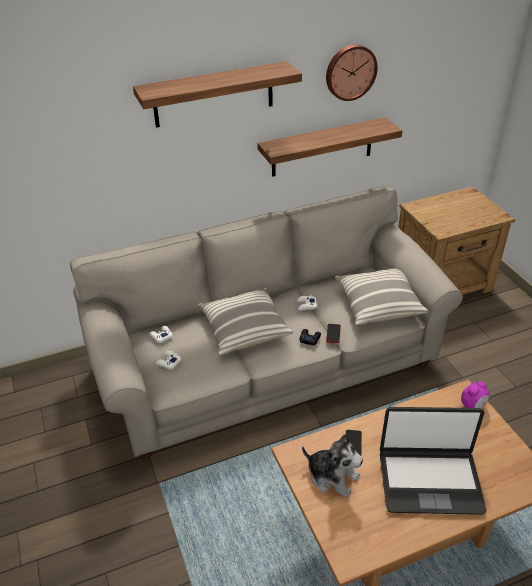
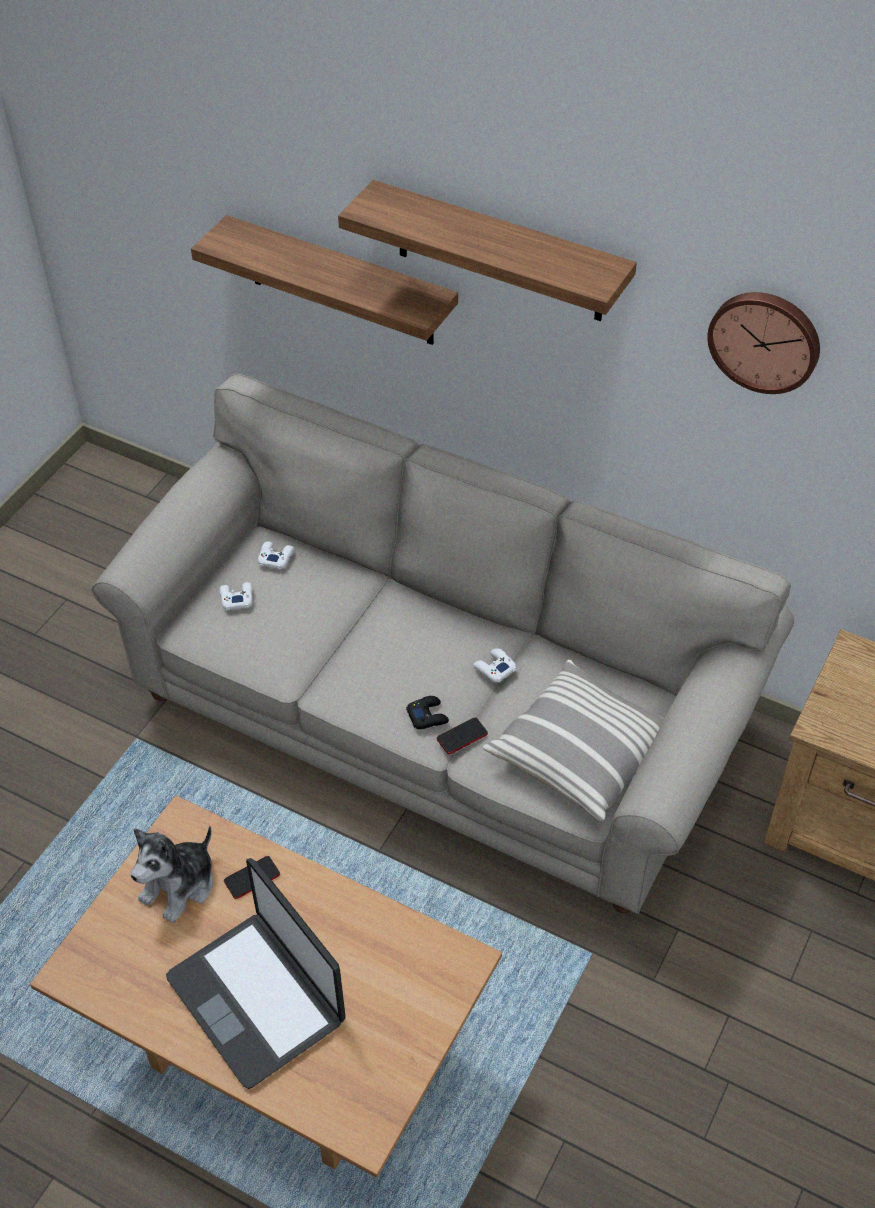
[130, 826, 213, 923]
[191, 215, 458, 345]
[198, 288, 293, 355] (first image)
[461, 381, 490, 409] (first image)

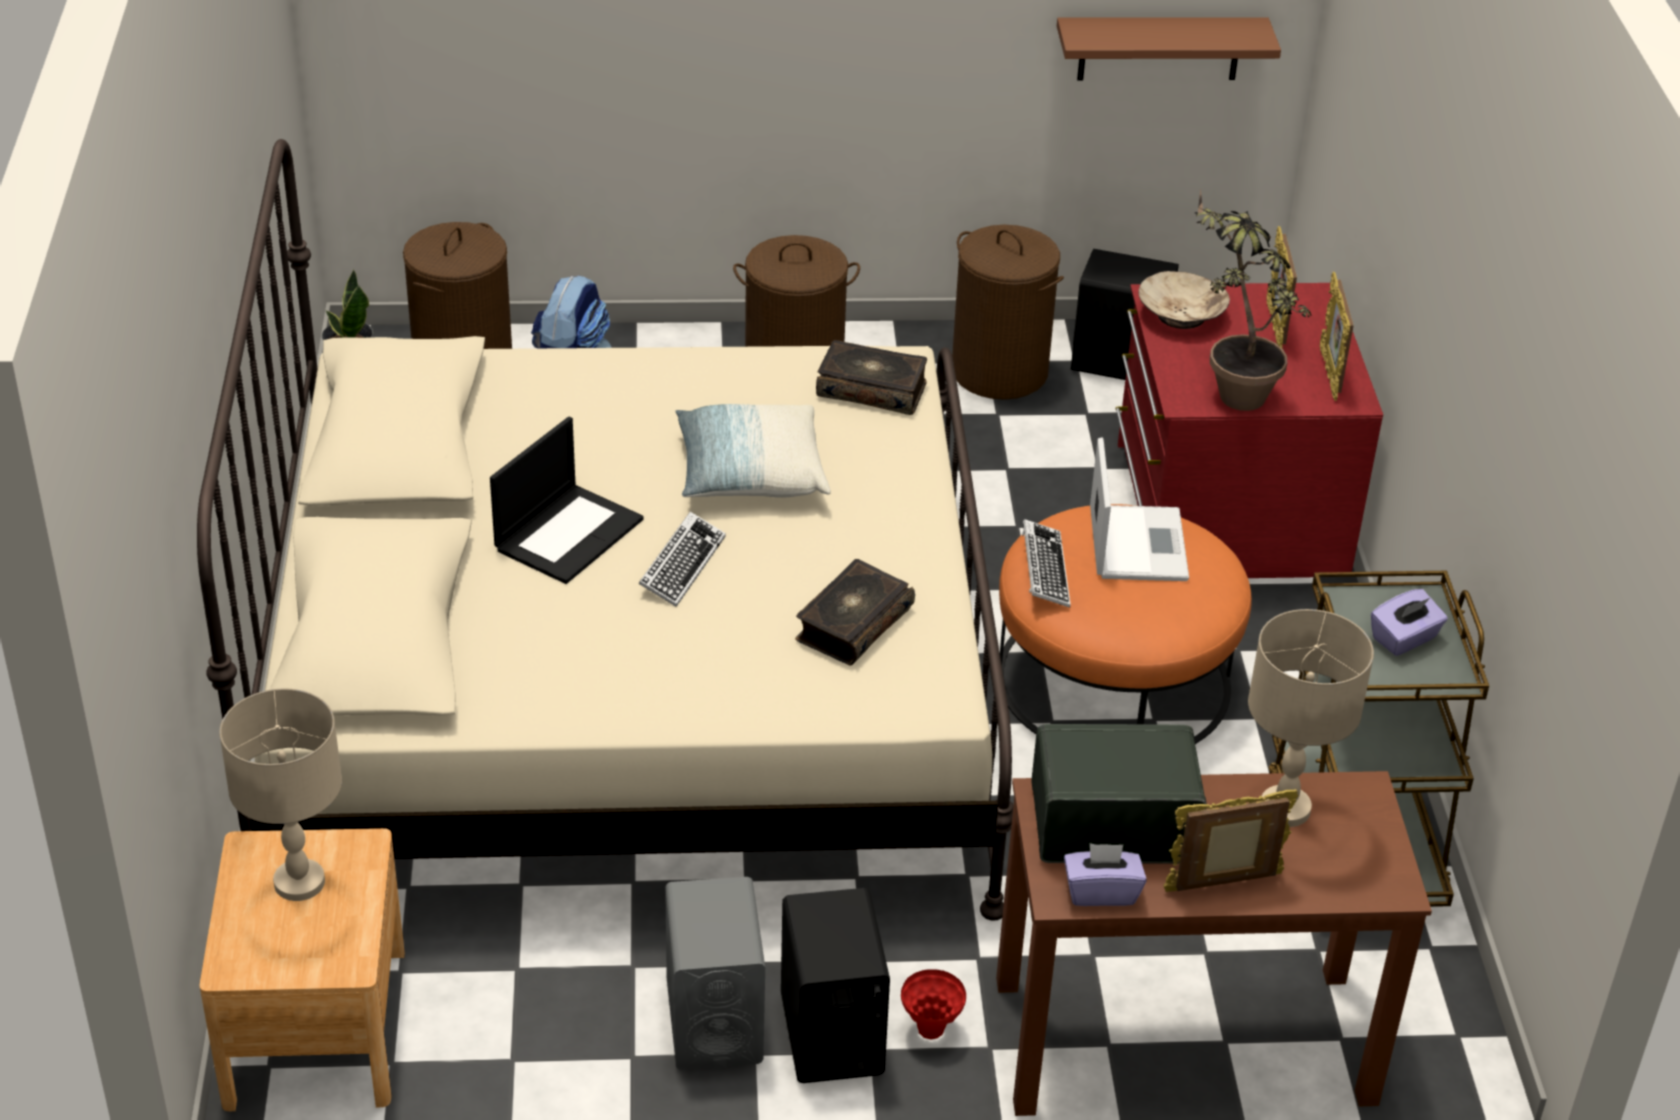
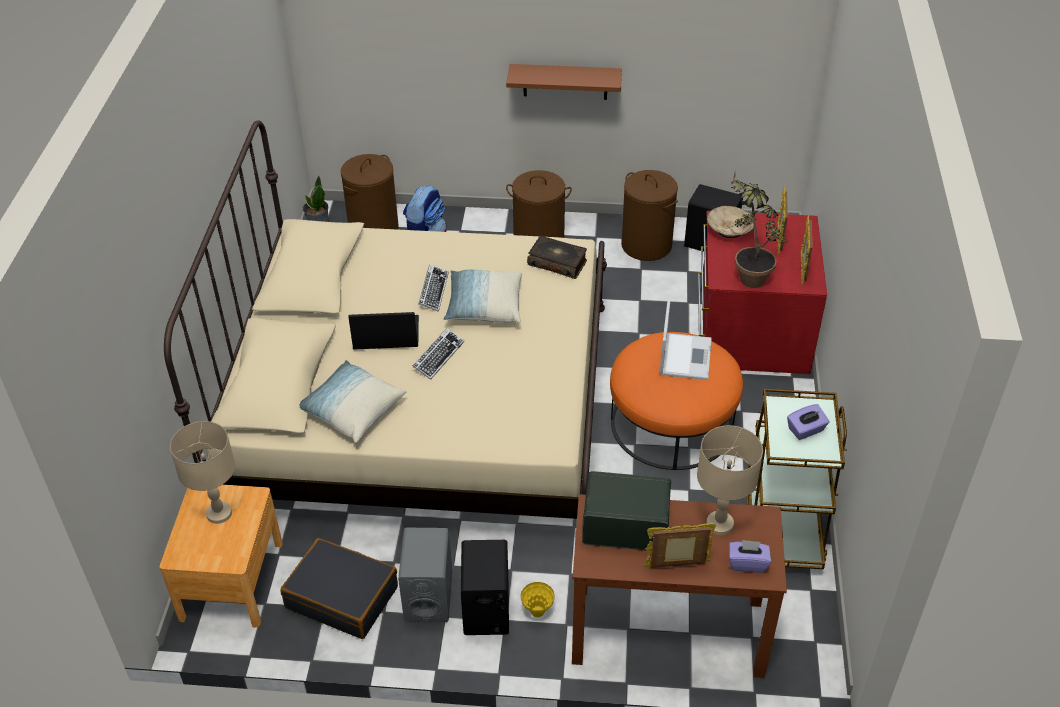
[280, 538, 398, 639]
[299, 360, 407, 443]
[348, 312, 419, 350]
[418, 264, 449, 312]
[506, 64, 622, 100]
[521, 582, 555, 617]
[729, 540, 771, 573]
[795, 559, 915, 666] (first image)

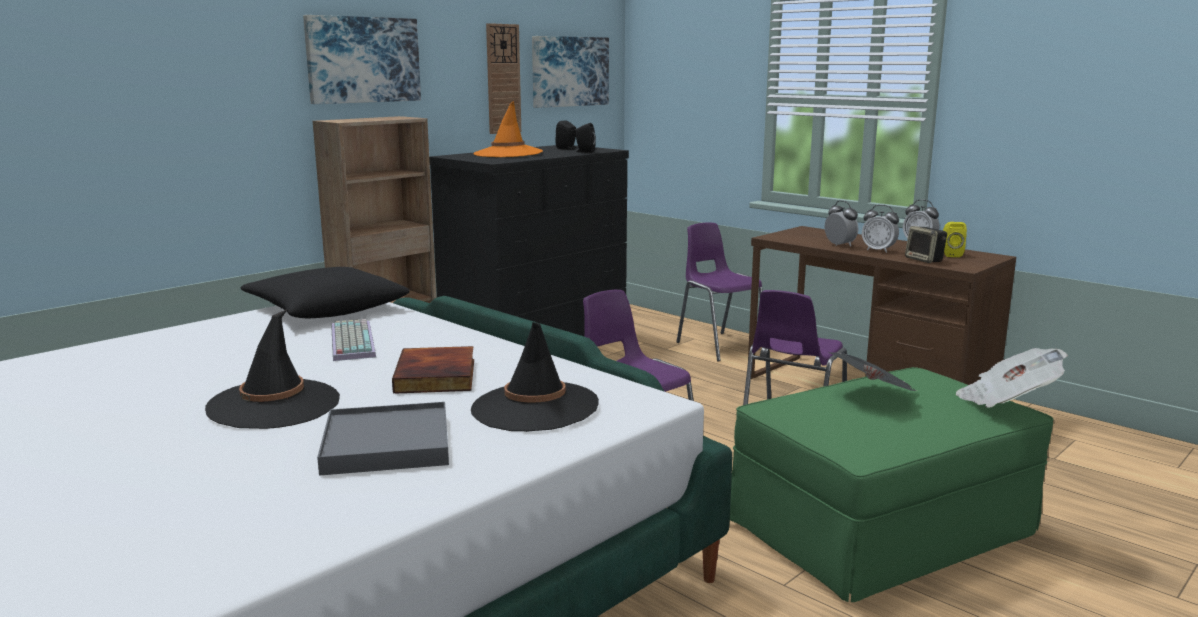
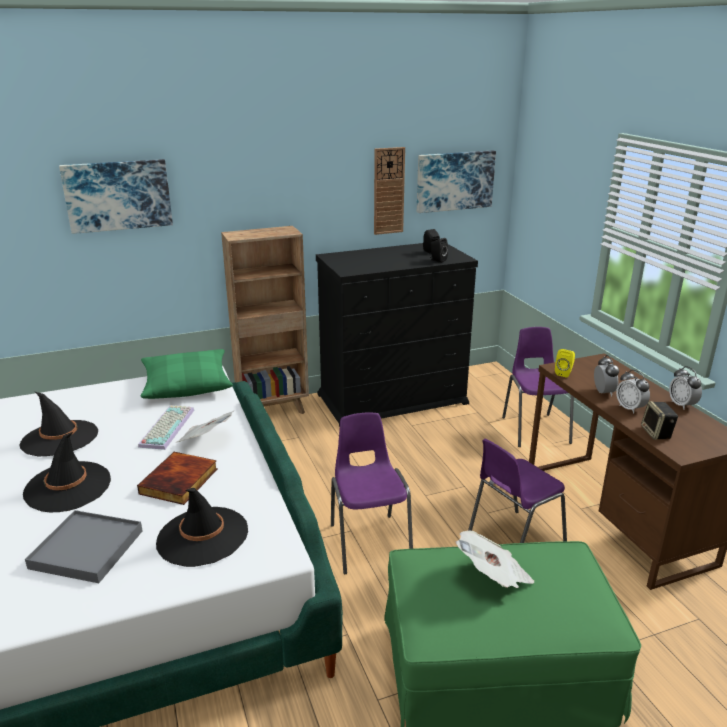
[19, 391, 98, 456]
[59, 159, 173, 234]
[141, 349, 233, 399]
[176, 411, 234, 443]
[555, 349, 575, 378]
[473, 101, 543, 157] (first image)

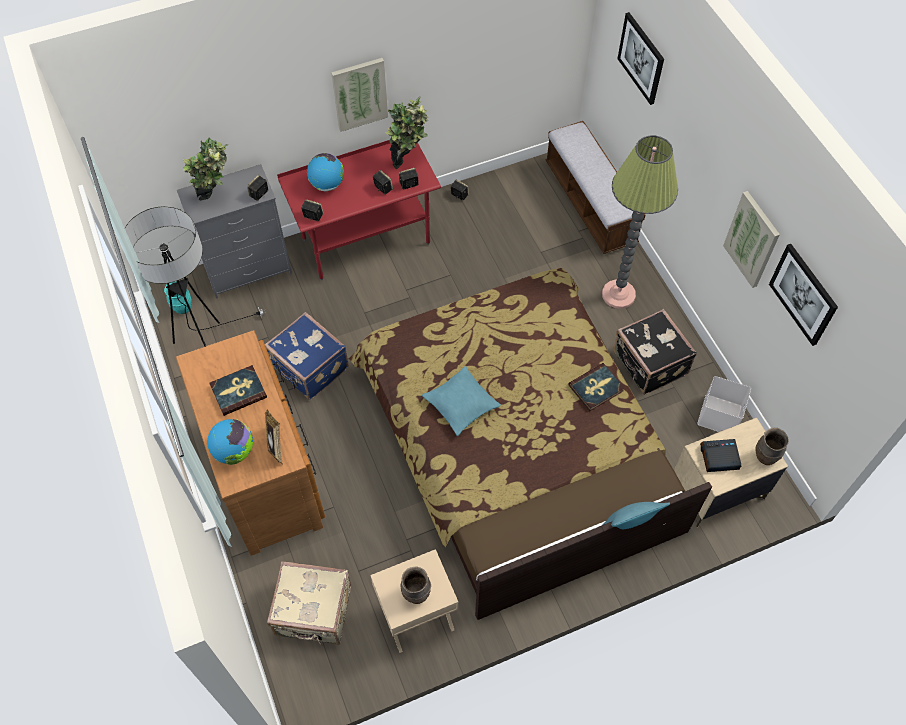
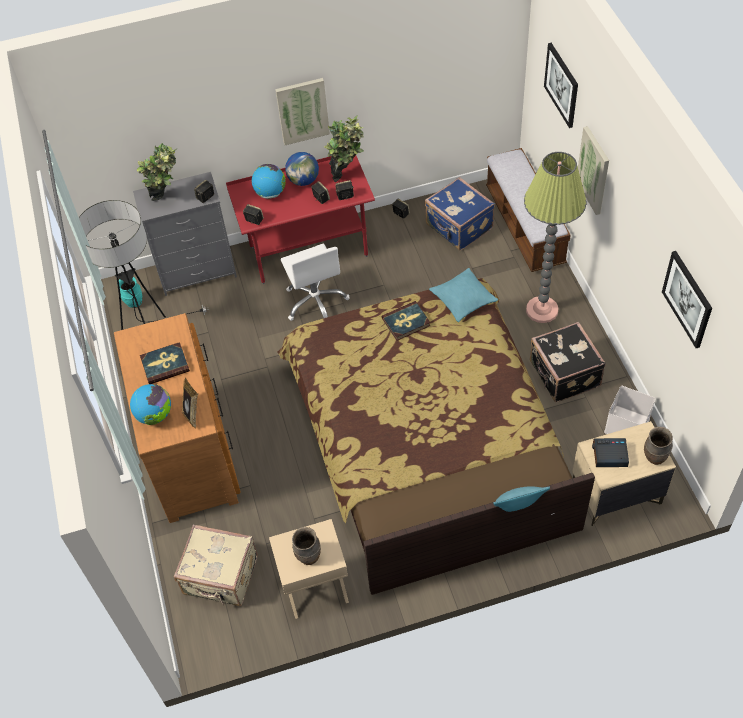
[280, 244, 349, 321]
[285, 152, 319, 186]
[382, 301, 431, 341]
[425, 177, 495, 251]
[429, 268, 498, 322]
[578, 126, 609, 215]

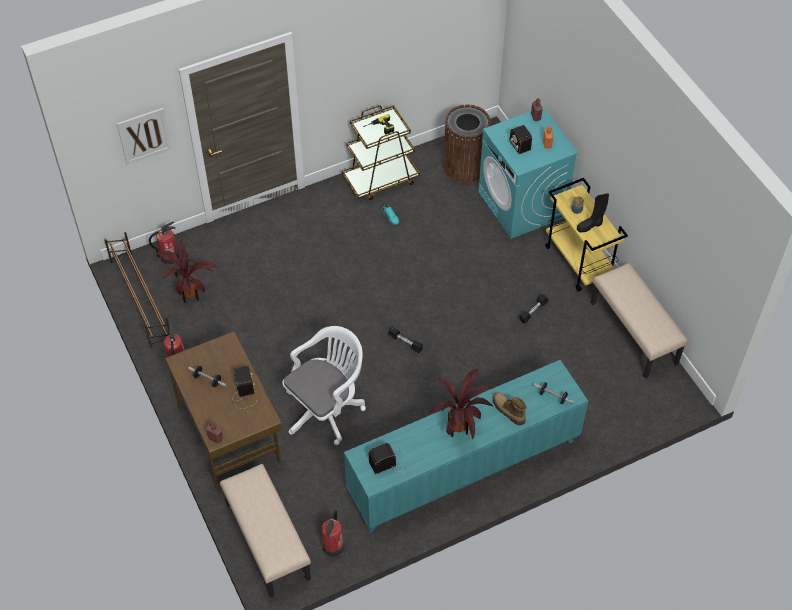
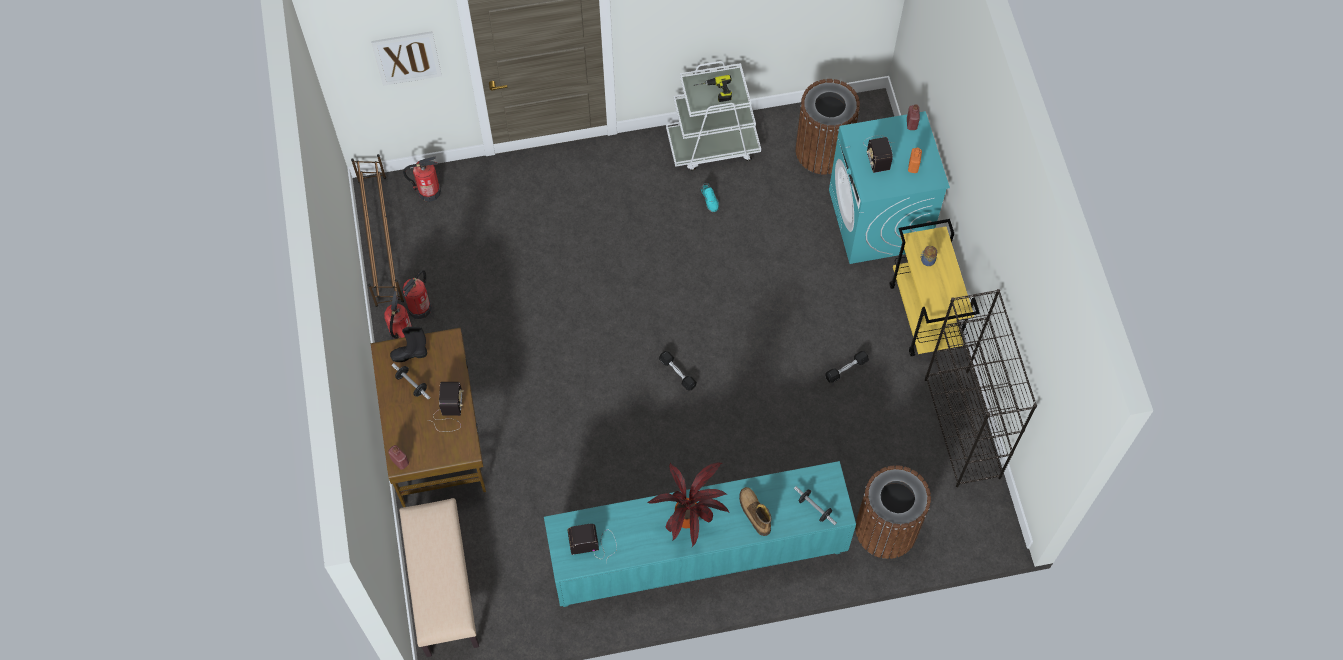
[390, 327, 427, 362]
[402, 270, 432, 319]
[666, 61, 761, 170]
[855, 465, 931, 559]
[925, 289, 1037, 487]
[156, 239, 218, 303] (first image)
[282, 326, 366, 445] (first image)

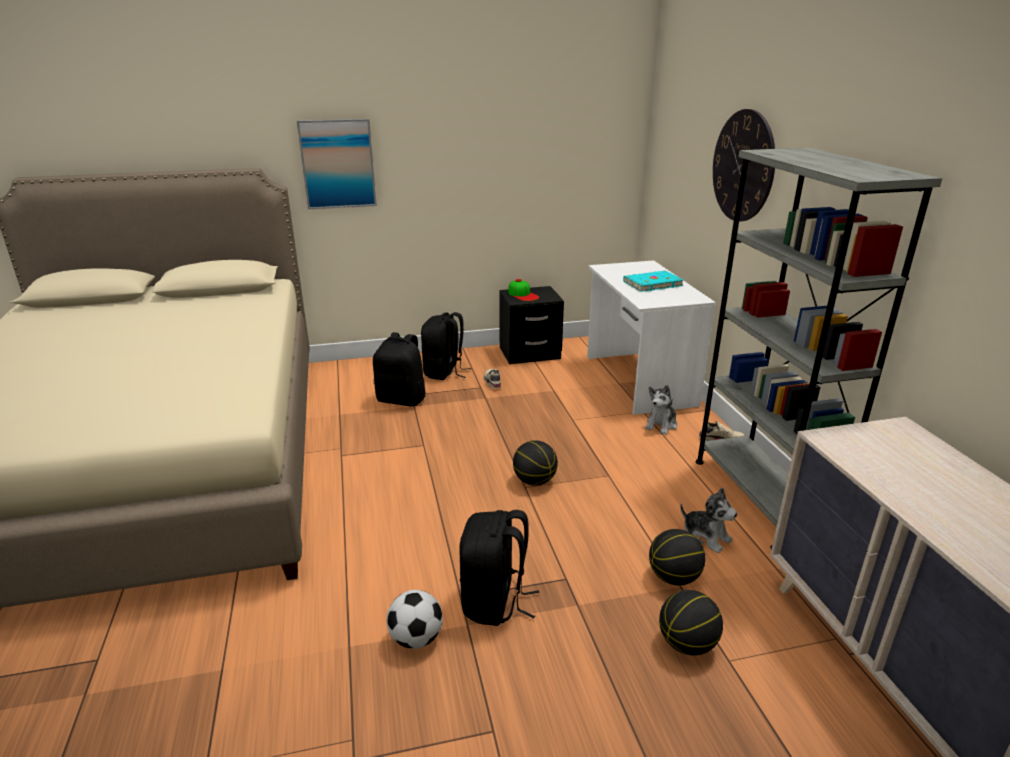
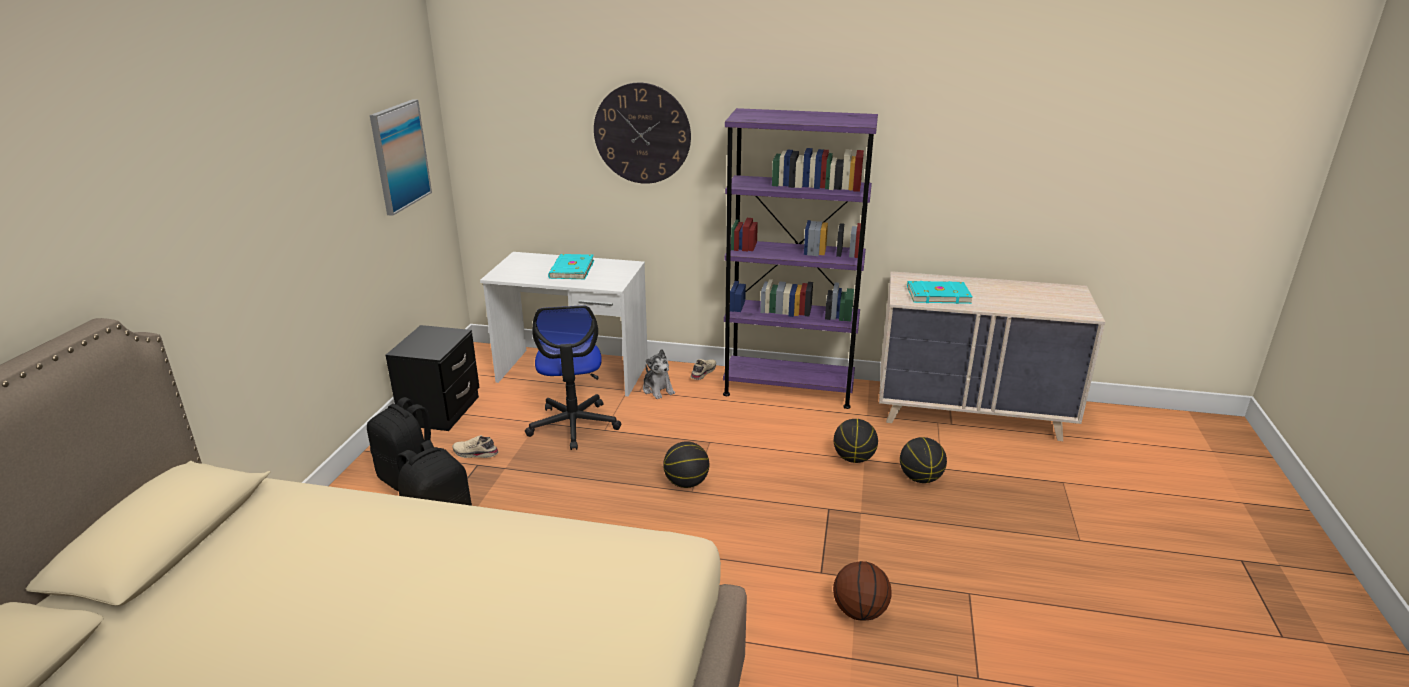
[370, 99, 432, 216]
[525, 305, 621, 450]
[723, 108, 878, 409]
[833, 561, 892, 621]
[907, 281, 972, 304]
[459, 510, 539, 626] (first image)
[508, 279, 539, 301] (first image)
[680, 488, 737, 553] (first image)

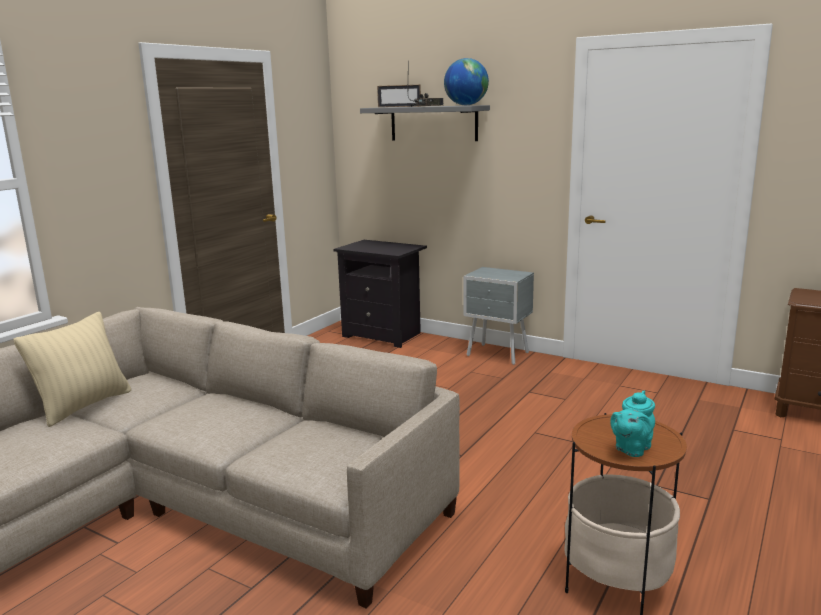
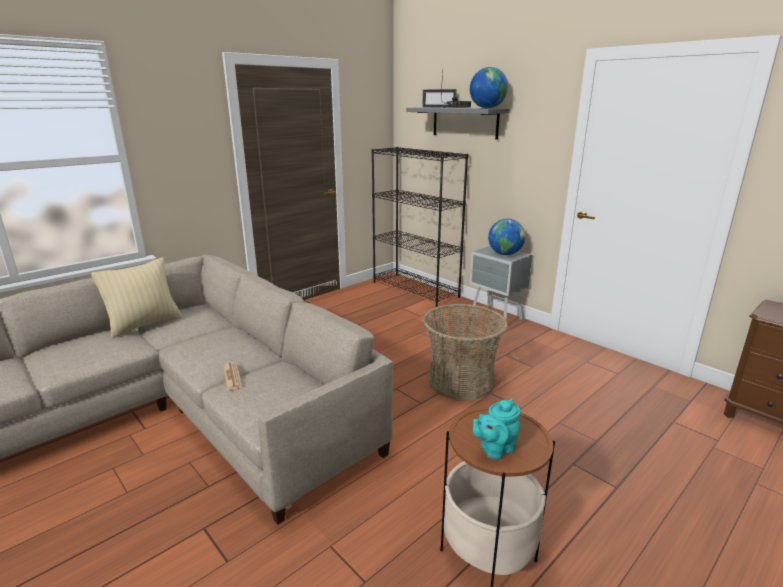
[223, 362, 242, 390]
[371, 147, 468, 307]
[423, 304, 508, 400]
[488, 219, 525, 255]

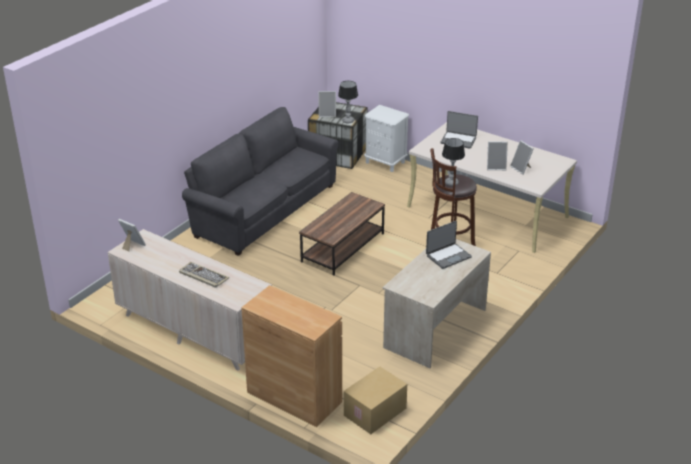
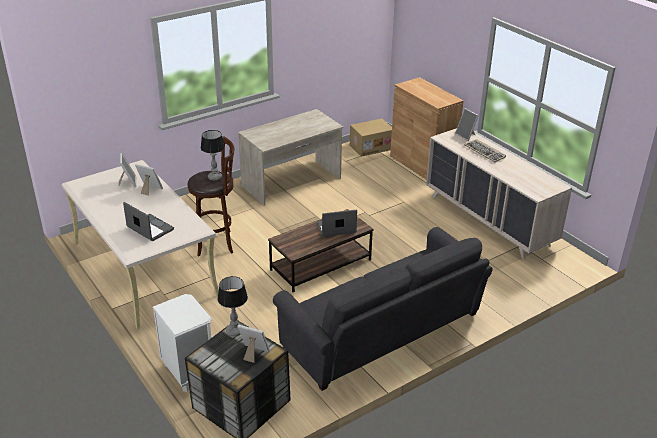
[317, 210, 357, 237]
[455, 108, 479, 141]

